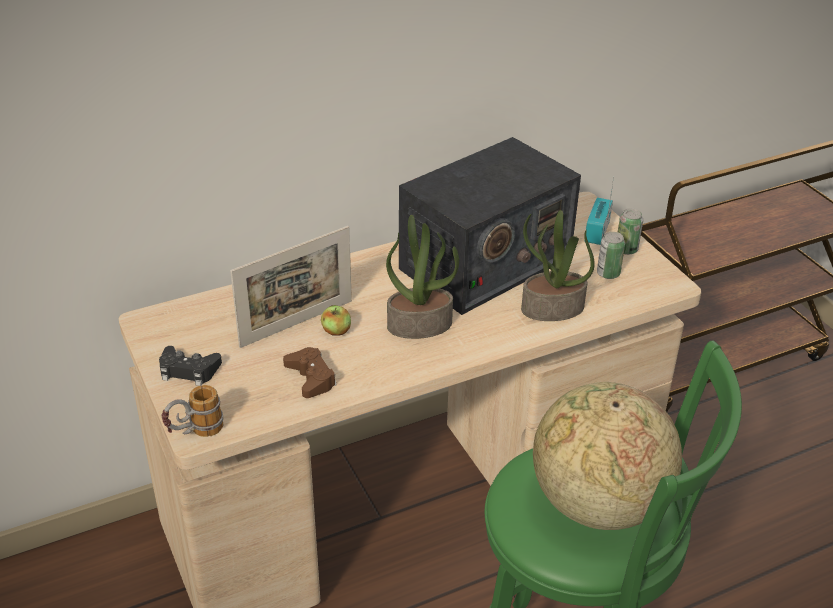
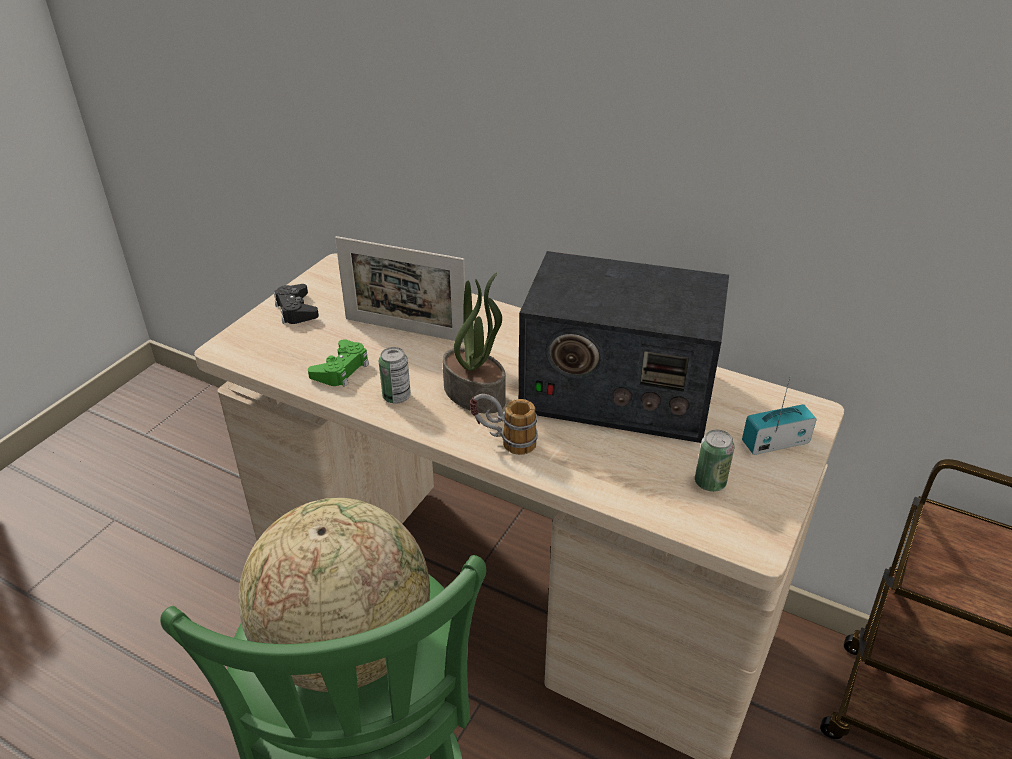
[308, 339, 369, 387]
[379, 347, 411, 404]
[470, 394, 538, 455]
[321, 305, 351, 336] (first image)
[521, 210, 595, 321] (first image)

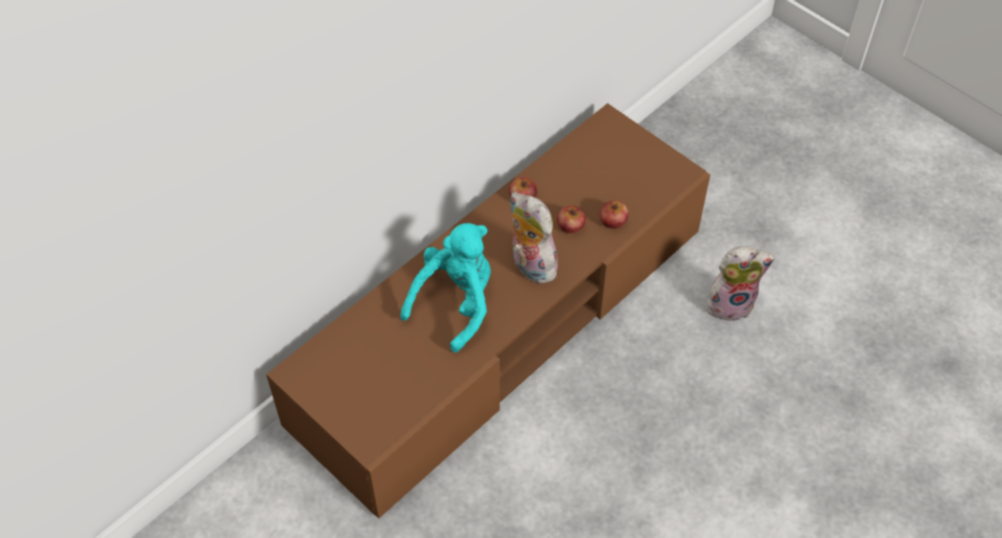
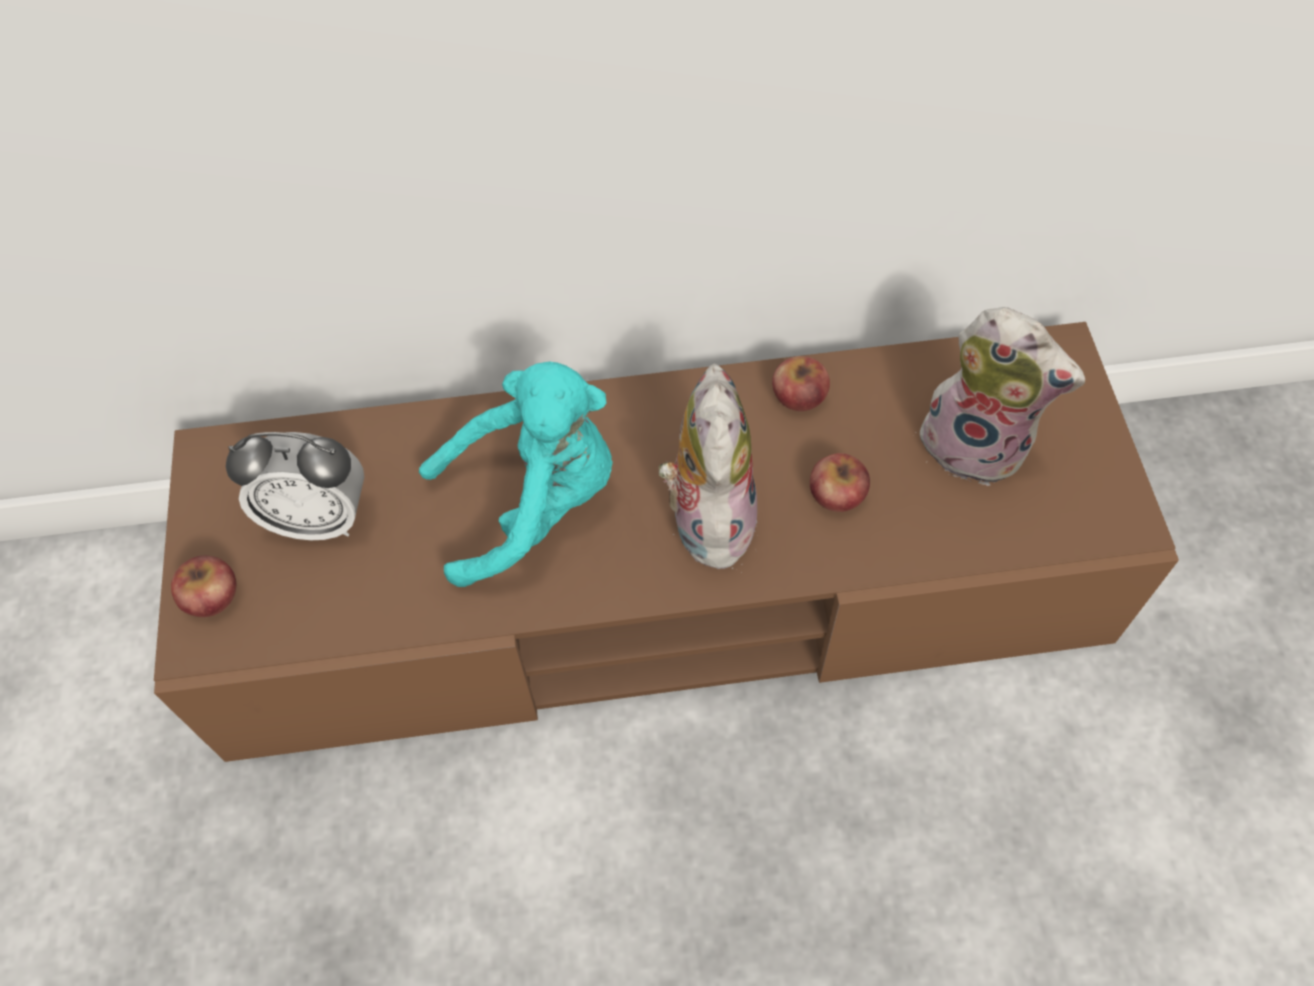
[171, 556, 236, 617]
[226, 432, 364, 540]
[915, 307, 1085, 486]

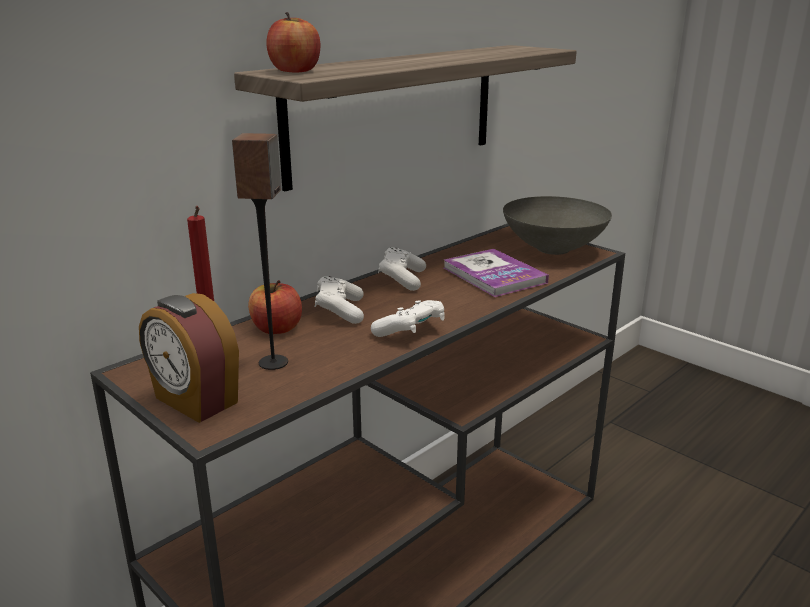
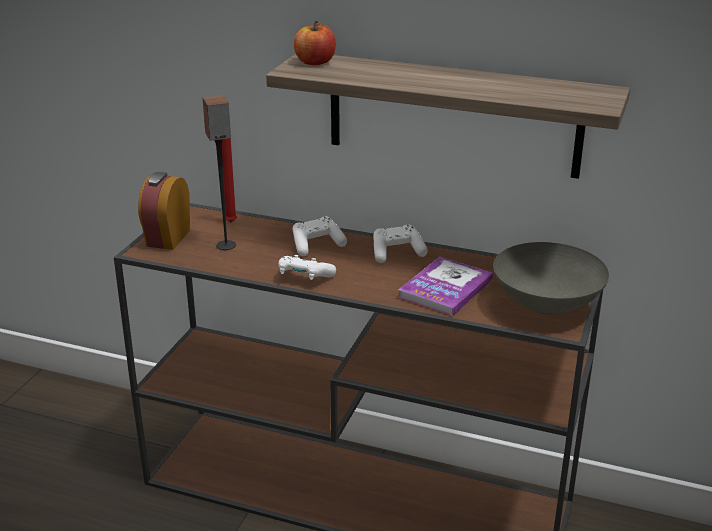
[248, 280, 302, 334] (first image)

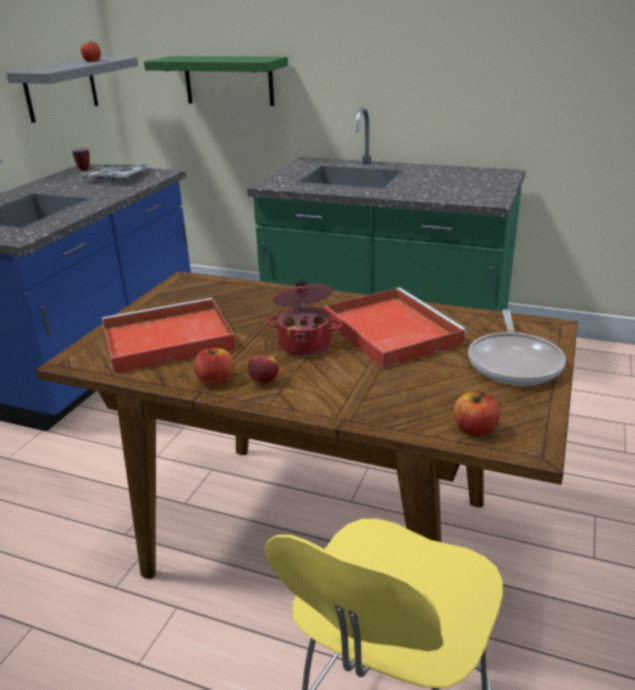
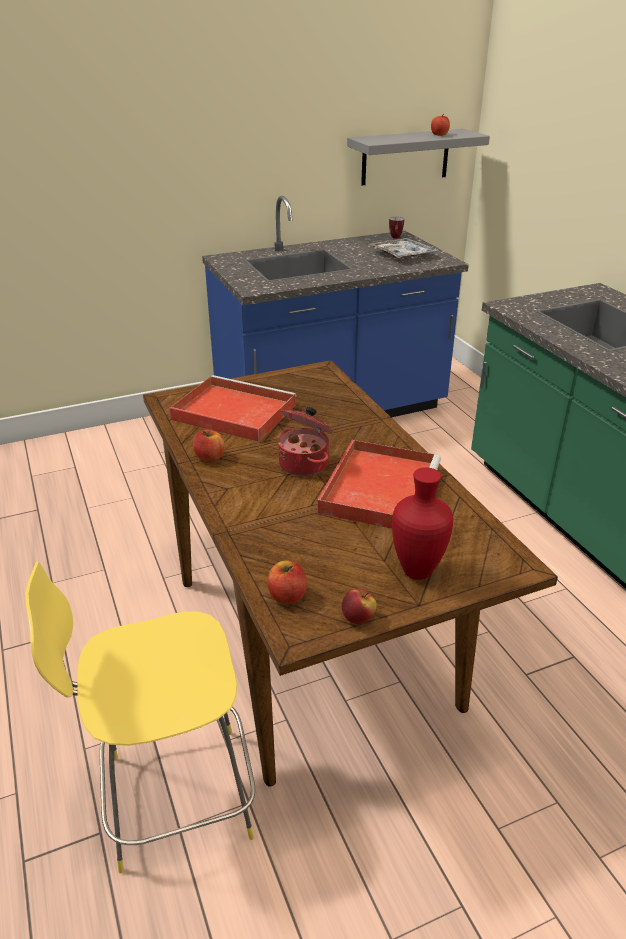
[342, 589, 376, 624]
[392, 467, 453, 580]
[144, 56, 288, 106] (first image)

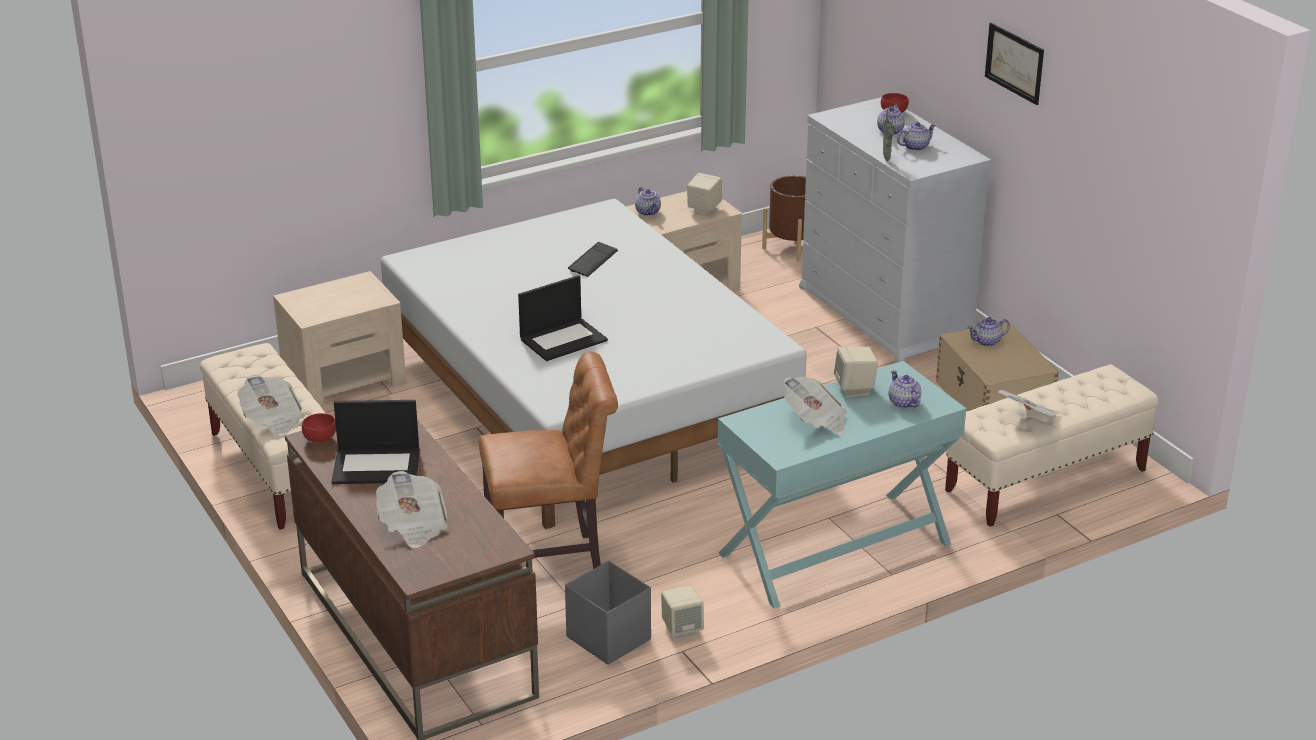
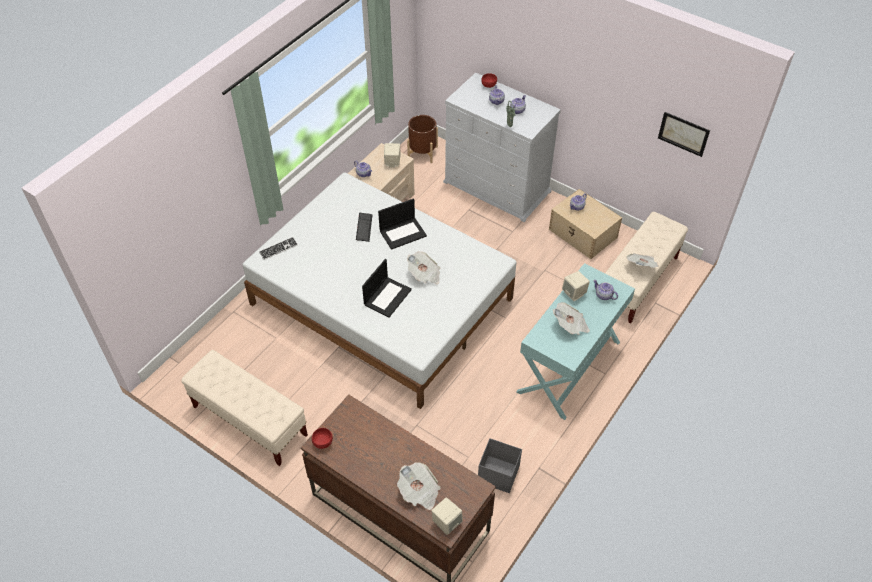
[259, 237, 298, 260]
[378, 198, 427, 250]
[407, 252, 440, 284]
[432, 497, 463, 535]
[658, 112, 710, 157]
[273, 271, 406, 407] (first image)
[479, 352, 618, 569] (first image)

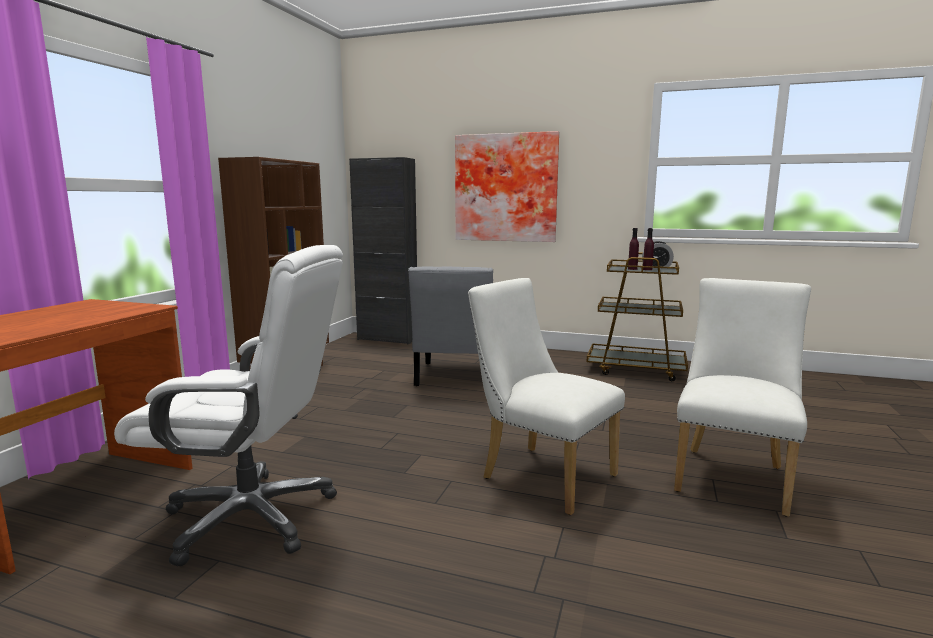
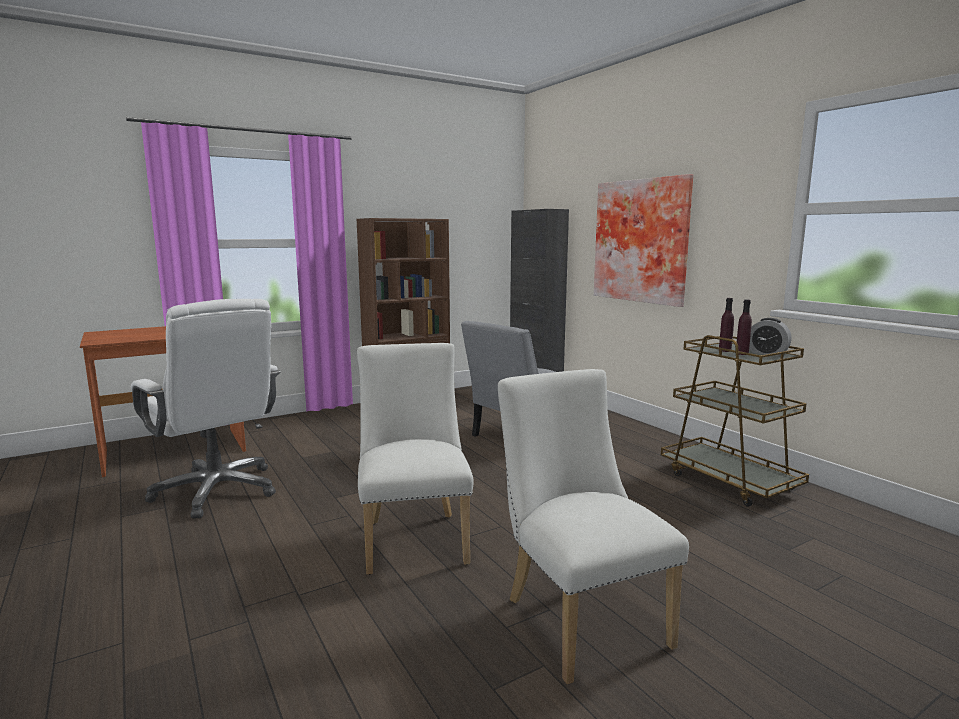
[498, 369, 689, 684]

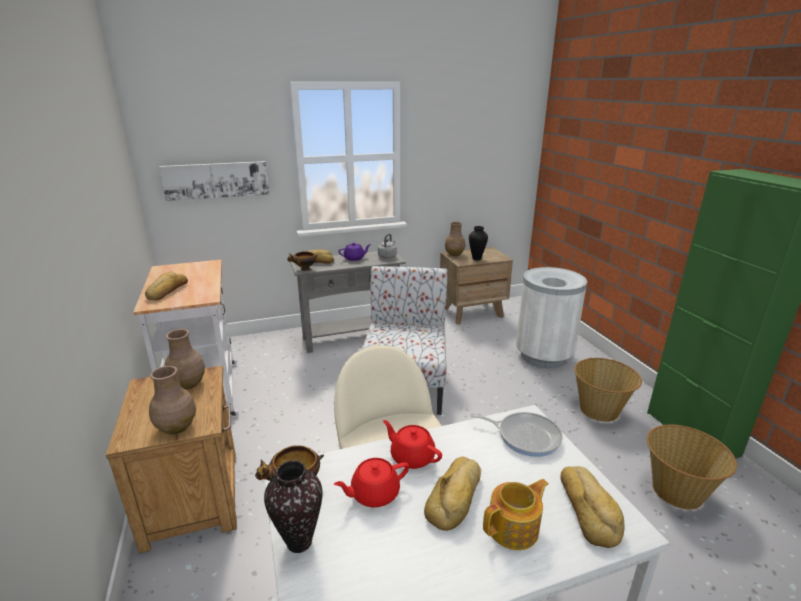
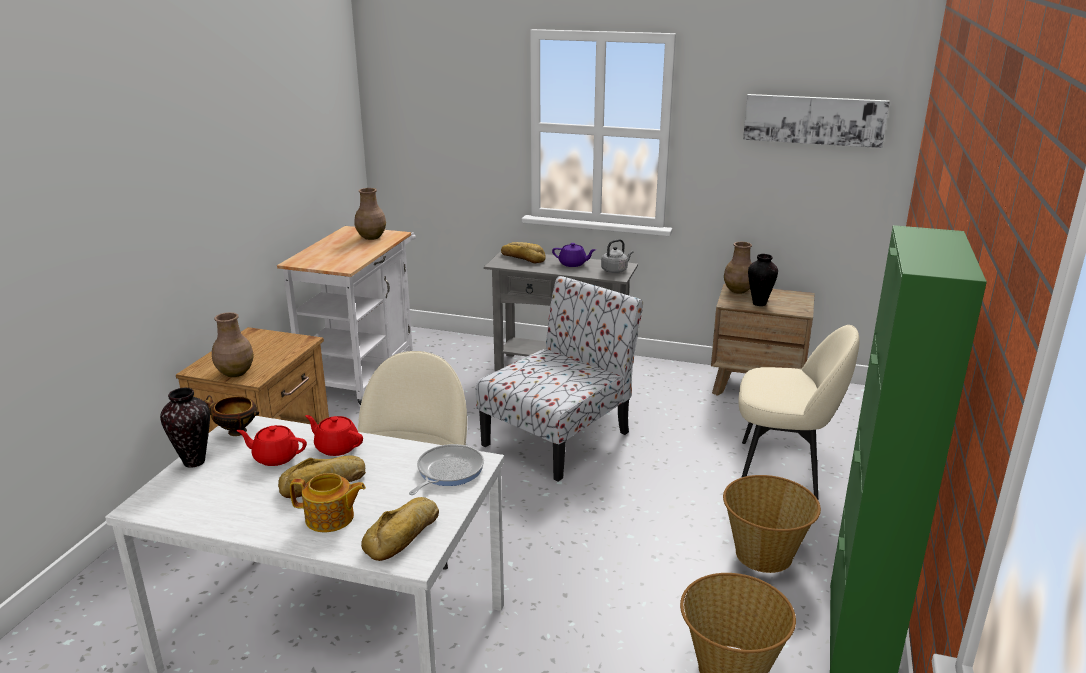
[305, 415, 363, 456]
[355, 188, 386, 240]
[409, 444, 484, 495]
[739, 325, 860, 499]
[743, 94, 890, 148]
[145, 272, 188, 301] (first image)
[287, 251, 318, 271] (first image)

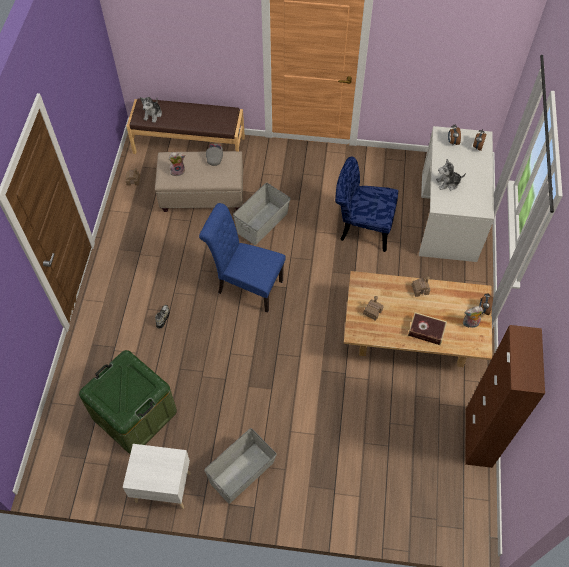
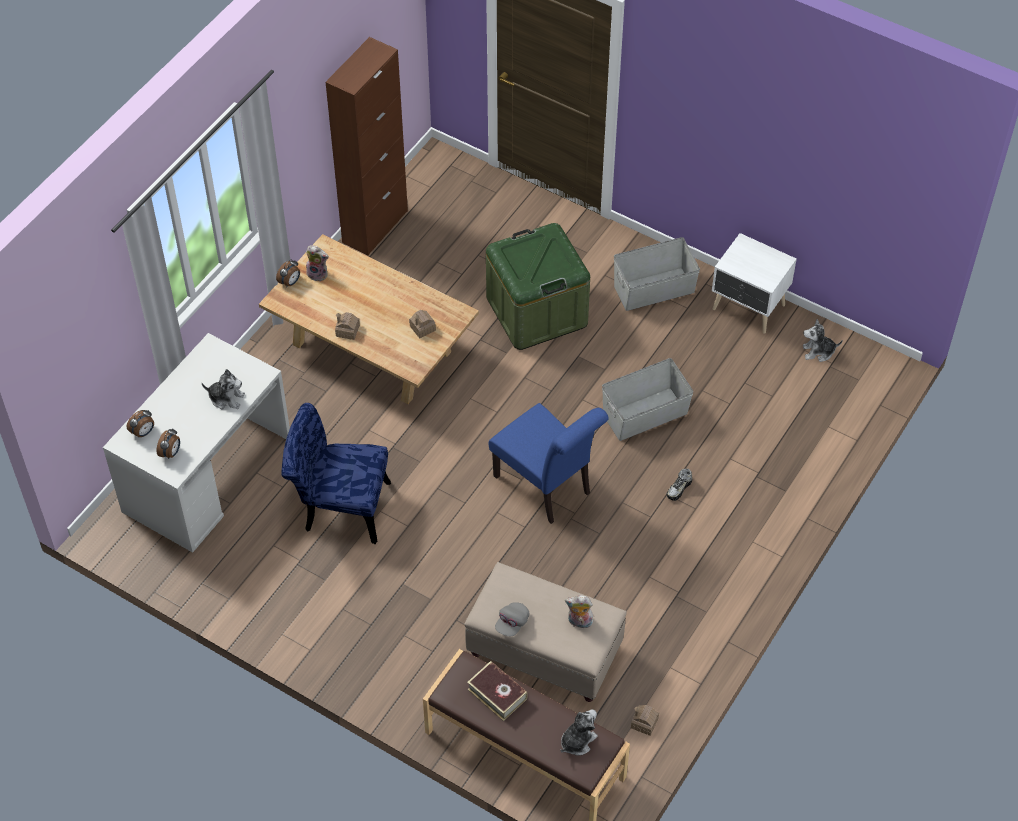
[281, 403, 391, 544]
[467, 661, 528, 721]
[486, 223, 590, 350]
[602, 358, 694, 441]
[803, 319, 843, 362]

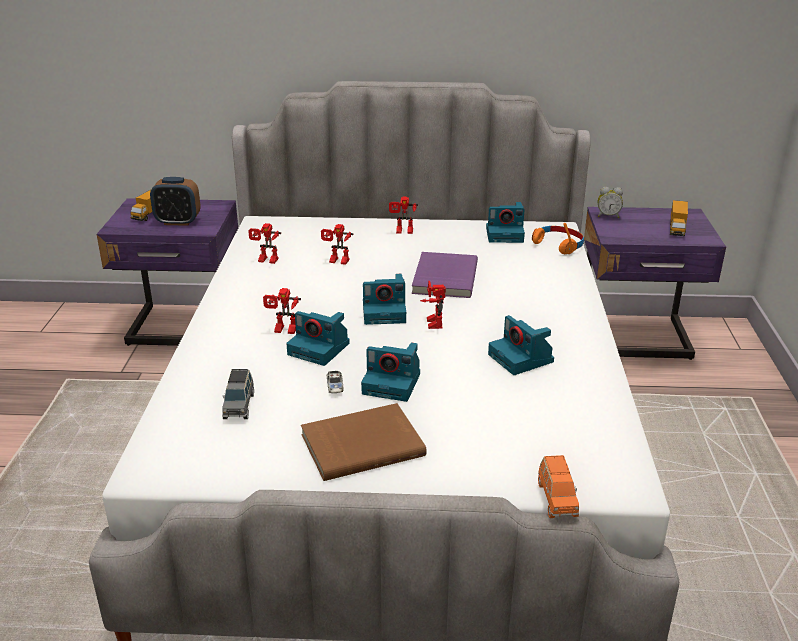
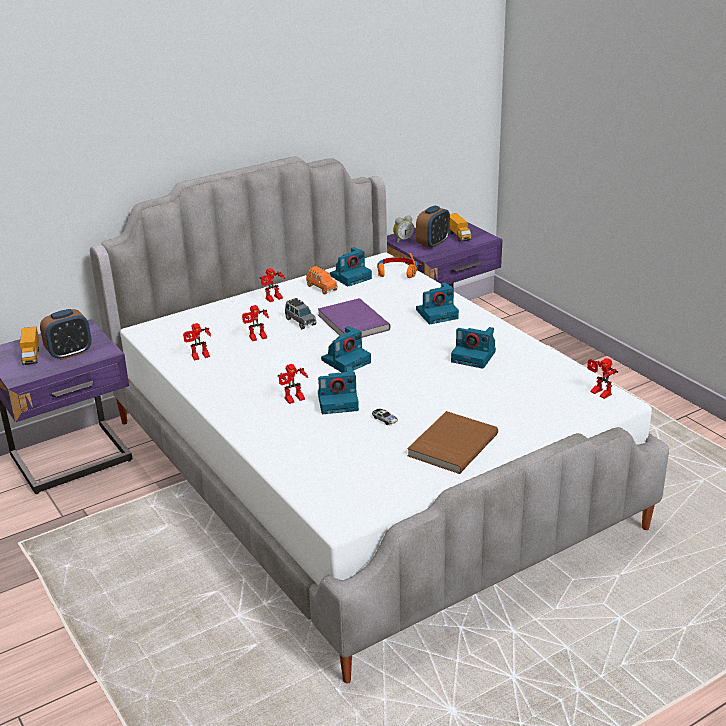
[285, 298, 317, 329]
[306, 266, 338, 295]
[416, 206, 450, 249]
[416, 282, 459, 324]
[587, 358, 618, 399]

